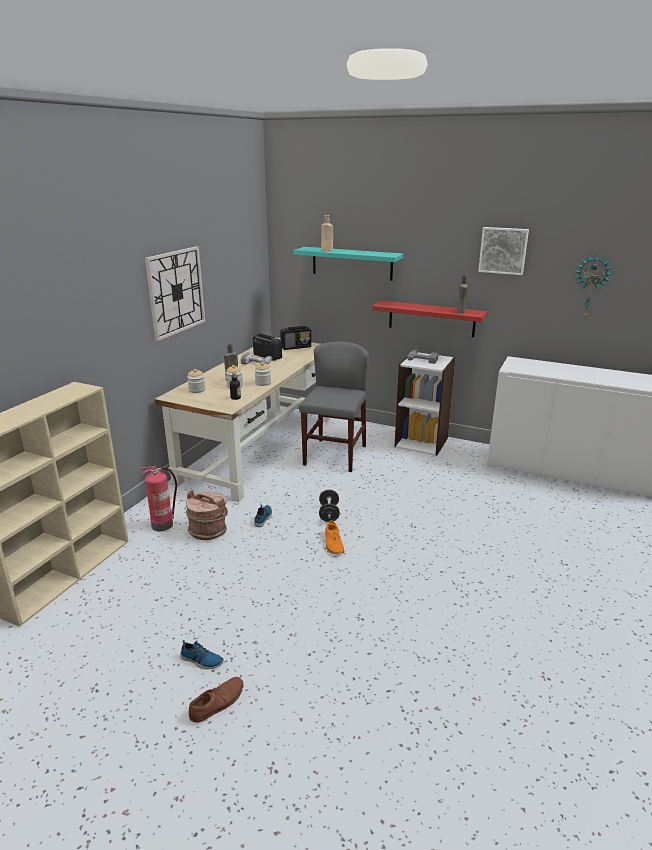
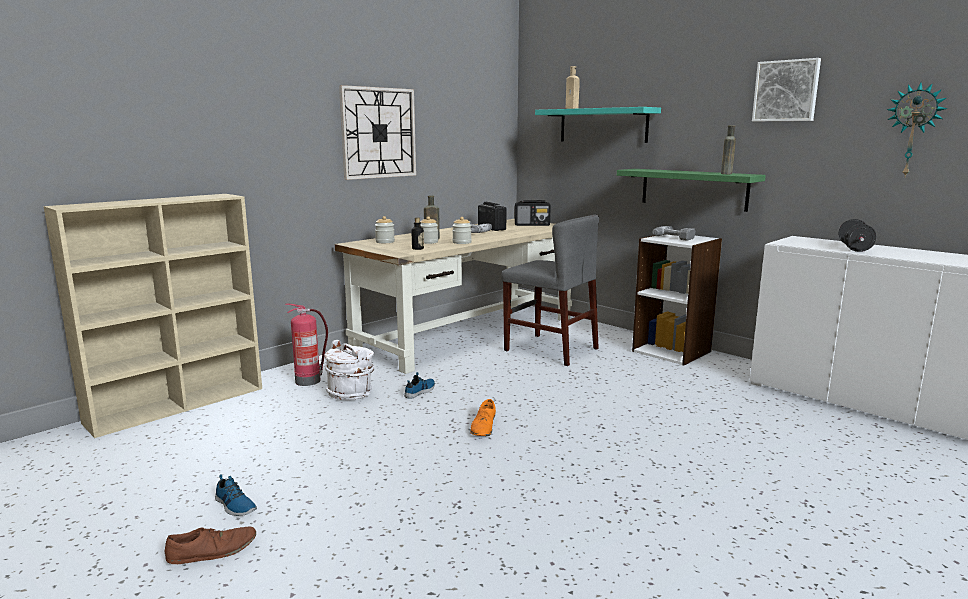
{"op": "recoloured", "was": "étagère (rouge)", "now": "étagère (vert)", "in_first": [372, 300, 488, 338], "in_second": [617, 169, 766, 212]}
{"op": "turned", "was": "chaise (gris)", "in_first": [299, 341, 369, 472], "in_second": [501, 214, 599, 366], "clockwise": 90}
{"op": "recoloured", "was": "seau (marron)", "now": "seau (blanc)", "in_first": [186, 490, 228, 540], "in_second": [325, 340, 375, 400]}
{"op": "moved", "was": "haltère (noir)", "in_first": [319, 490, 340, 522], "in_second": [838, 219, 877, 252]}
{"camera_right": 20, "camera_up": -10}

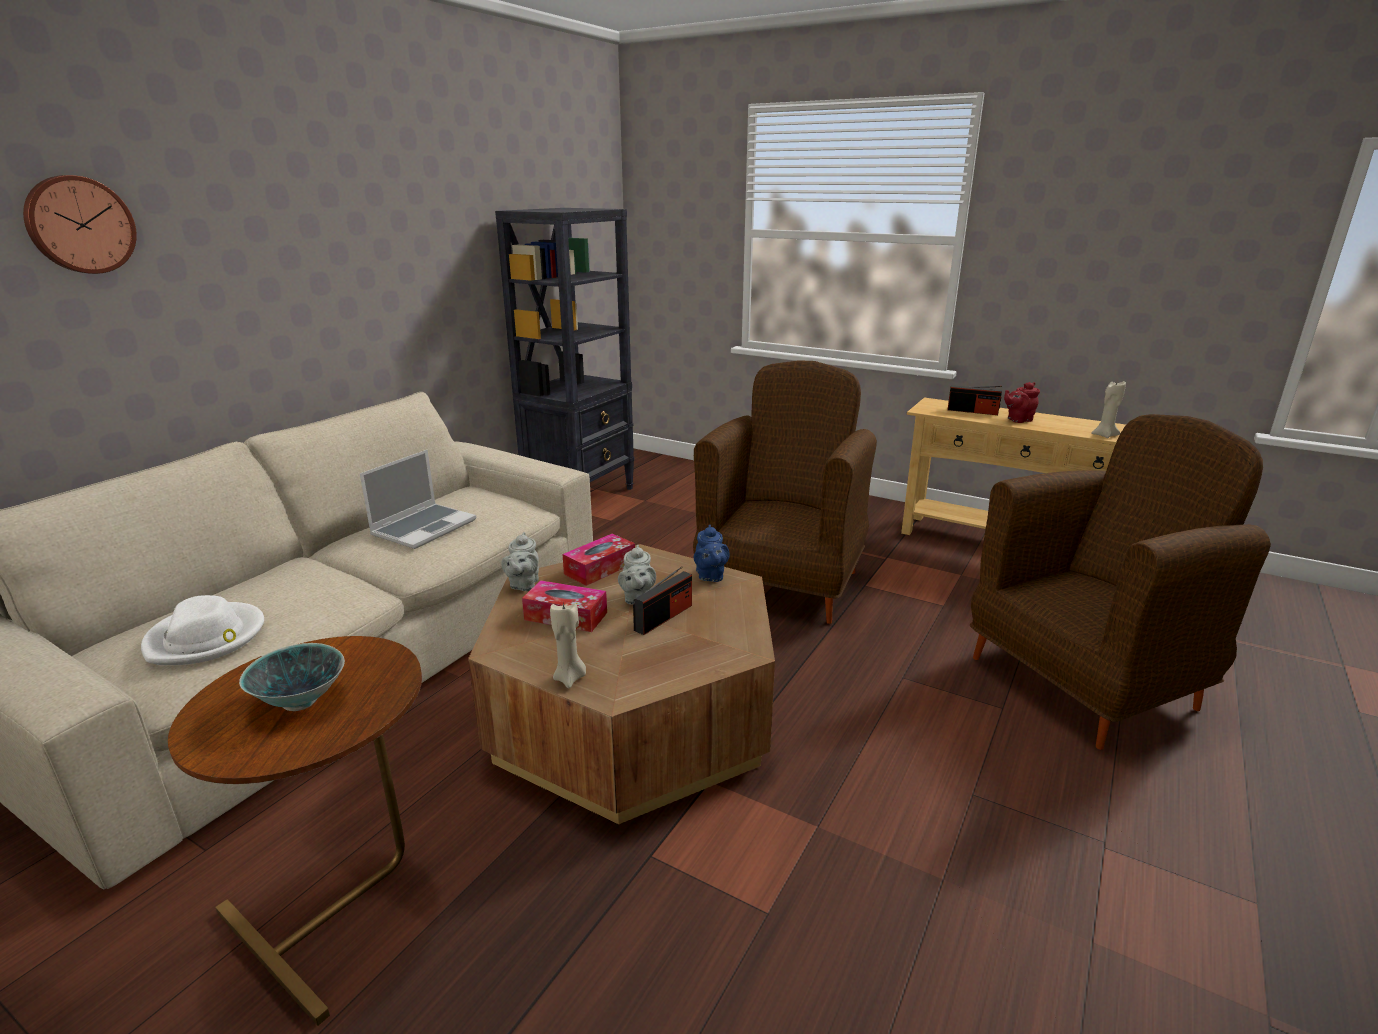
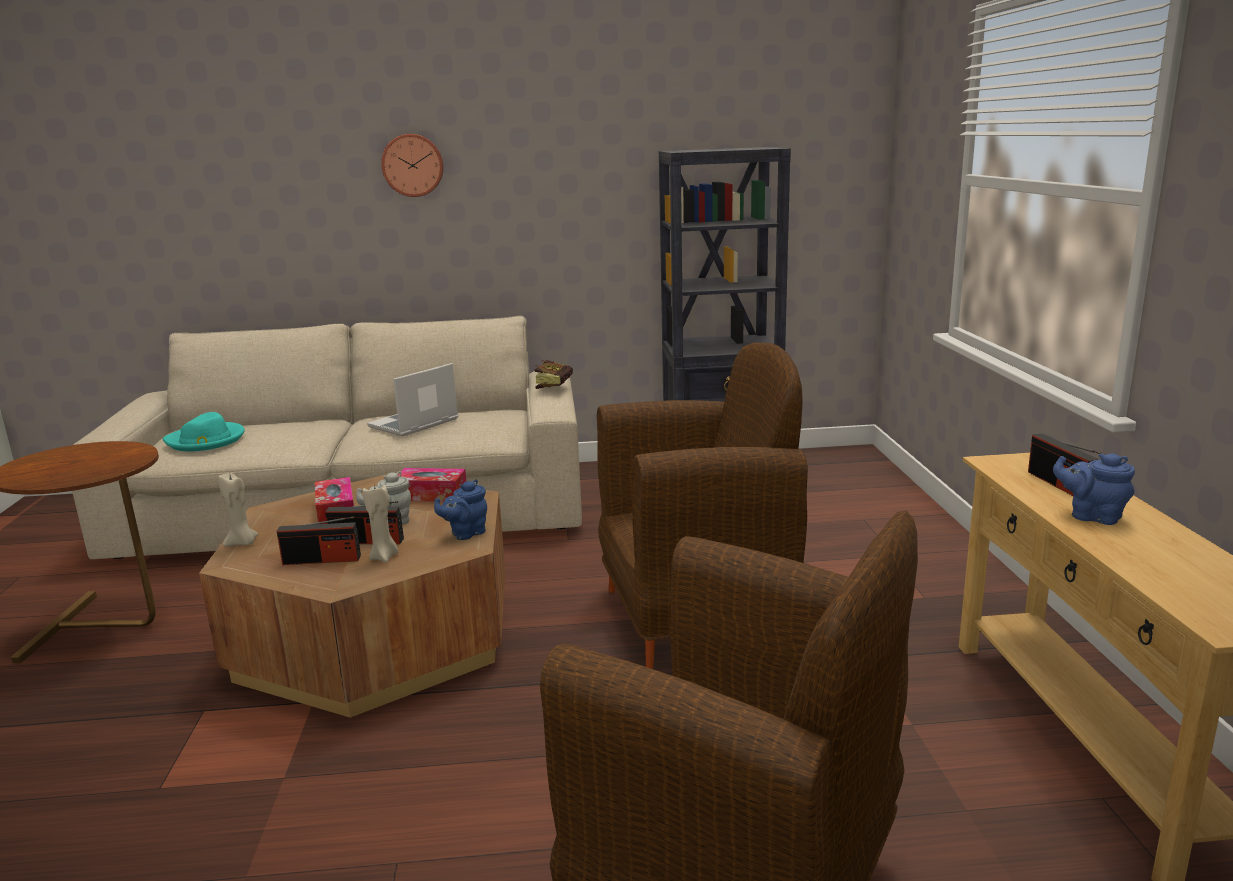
{"op": "moved", "was": "horloge murale", "in_first": [23, 175, 137, 274], "in_second": [381, 134, 444, 197]}
{"op": "moved", "was": "bougie (beige)", "in_first": [1091, 381, 1126, 438], "in_second": [363, 485, 398, 563]}
{"op": "recoloured", "was": "théière (rouge)", "now": "théière (bleu)", "in_first": [1004, 382, 1040, 423], "in_second": [1053, 453, 1135, 525]}
{"op": "turned", "was": "ordinateur portable", "in_first": [360, 450, 476, 549], "in_second": [367, 363, 458, 437], "clockwise": 135}
{"op": "removed", "was": "théière (gris)", "in_first": [501, 532, 539, 591]}
{"op": "recoloured", "was": "chapeau (blanc)", "now": "chapeau (turquoise)", "in_first": [141, 595, 264, 665], "in_second": [163, 412, 245, 451]}
{"op": "removed", "was": "bol", "in_first": [239, 643, 345, 711]}
{"op": "added", "now": "livre", "in_second": [535, 360, 573, 389]}
{"op": "added", "now": "radio", "in_second": [277, 516, 361, 565]}
{"camera_right": 55, "camera_up": -5}

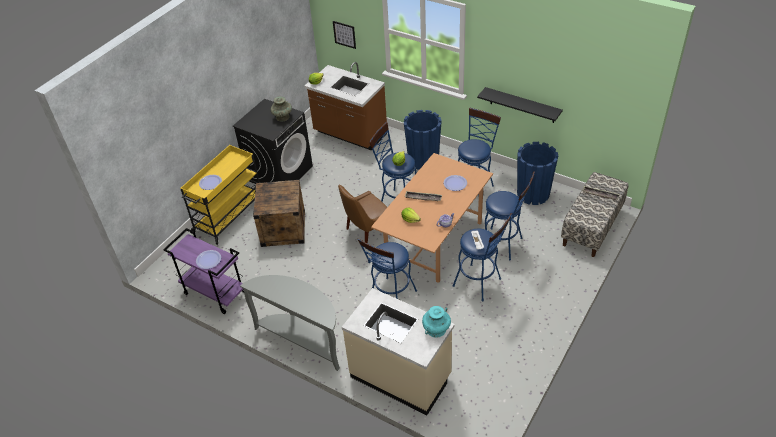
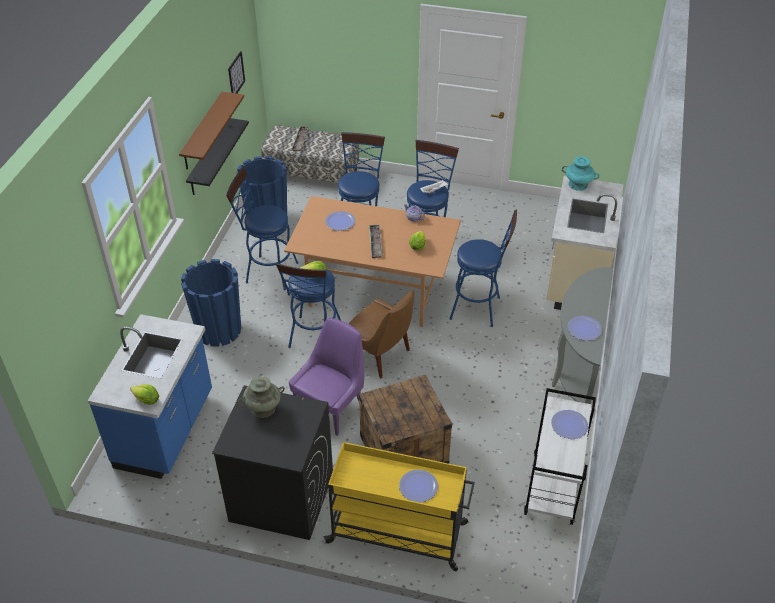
{"op": "moved", "was": "tableau", "in_first": [333, 21, 356, 49], "in_second": [228, 51, 245, 94]}
{"op": "recoloured", "was": "comptoir de cuisine (marron)", "now": "comptoir de cuisine (bleu)", "in_first": [305, 62, 387, 150], "in_second": [88, 314, 212, 479]}
{"op": "recoloured", "was": "chariot (violet)", "now": "chariot (blanc)", "in_first": [163, 228, 244, 314], "in_second": [524, 388, 596, 525]}
{"op": "added", "now": "étagère (marron)", "in_second": [179, 92, 244, 169]}
{"op": "added", "now": "assiette", "in_second": [568, 316, 602, 341]}
{"op": "added", "now": "chaise (violet)", "in_second": [289, 318, 364, 436]}
{"camera_right": -110, "camera_up": 0}

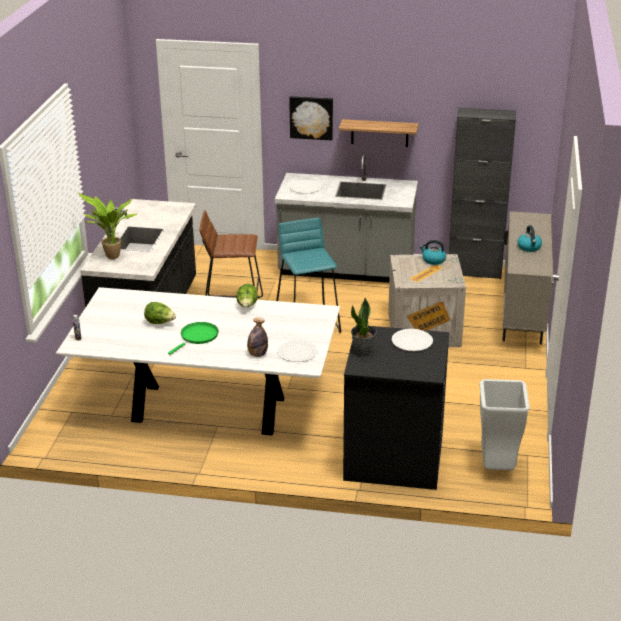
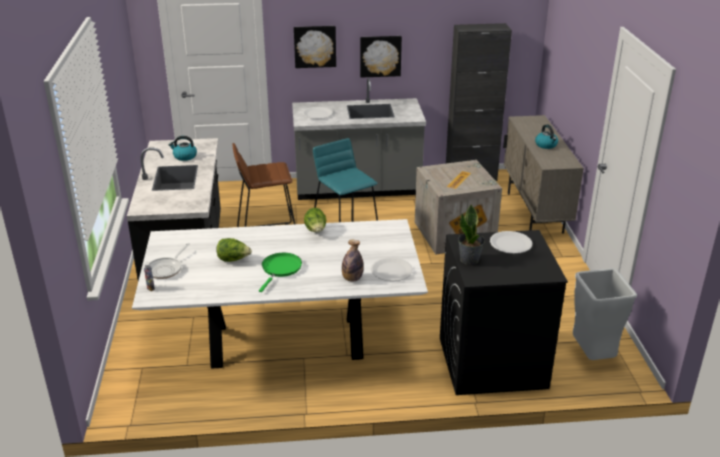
{"op": "replaced", "was": "étagère", "now": "tableau", "in_first": [339, 119, 418, 147], "in_second": [360, 36, 402, 78]}
{"op": "removed", "was": "plante en pot", "in_first": [78, 192, 138, 259]}
{"op": "moved", "was": "bouilloire", "in_first": [420, 240, 446, 265], "in_second": [169, 136, 197, 161]}
{"op": "added", "now": "poêle", "in_second": [149, 243, 190, 279]}
{"camera_right": -15, "camera_up": 0}

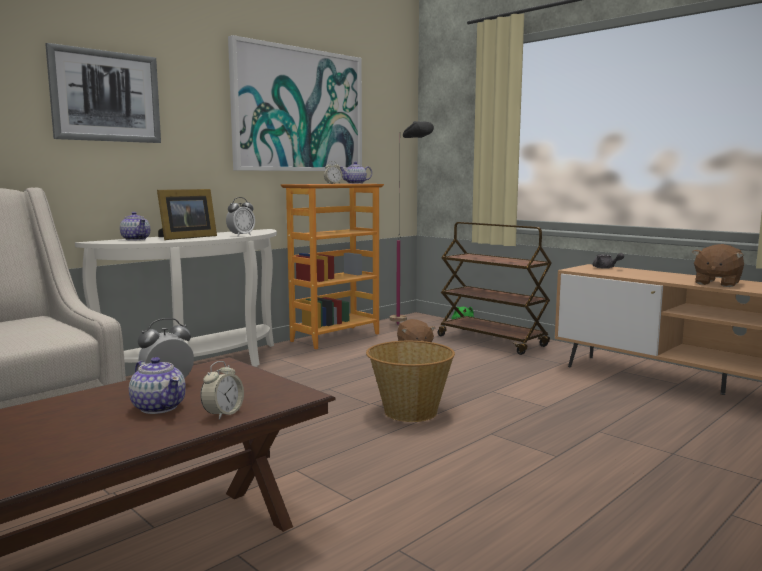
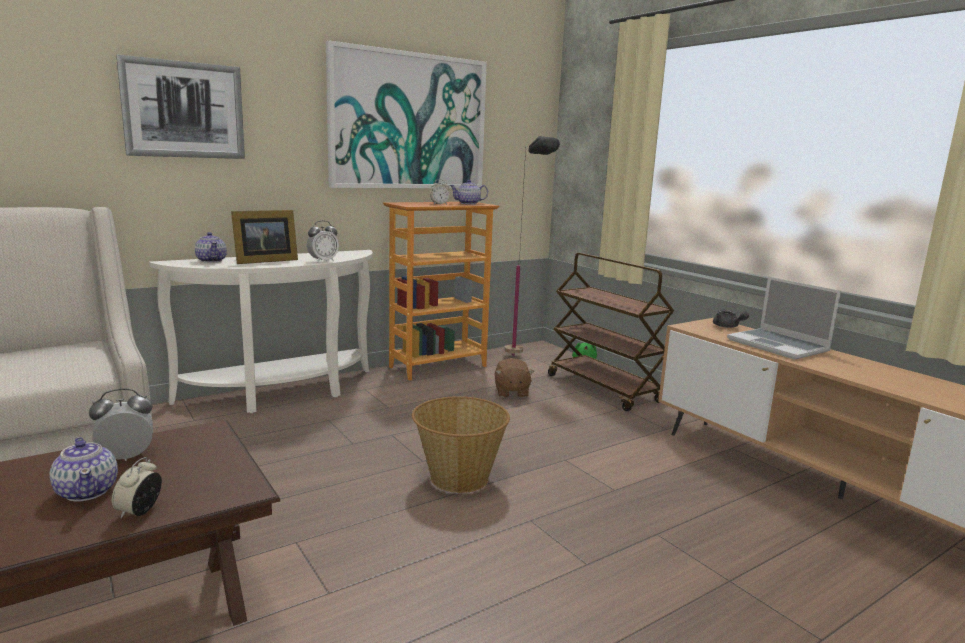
{"op": "removed", "was": "peluche (marron)", "in_first": [693, 244, 744, 287]}
{"op": "turned", "was": "réveil", "in_first": [200, 361, 244, 420], "in_second": [112, 457, 162, 518], "clockwise": 150}
{"op": "added", "now": "ordinateur portable", "in_second": [727, 277, 841, 360]}
{"camera_right": 10, "camera_up": 5}

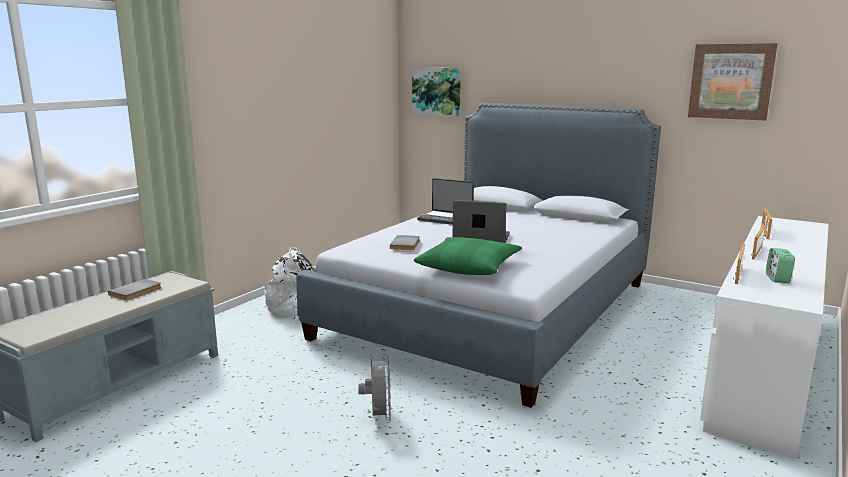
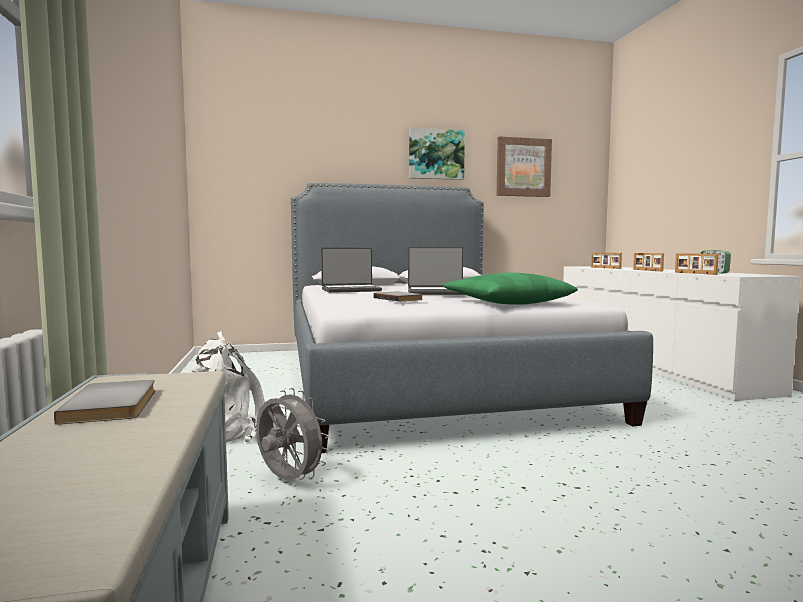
{"op": "moved", "was": "tableau", "in_first": [412, 68, 461, 116], "in_second": [409, 127, 465, 180]}
{"op": "turned", "was": "ordinateur portable", "in_first": [453, 200, 510, 243], "in_second": [408, 247, 465, 295], "clockwise": -150}
{"op": "moved", "was": "ventilateur (gris)", "in_first": [358, 353, 391, 423], "in_second": [256, 388, 329, 481]}
{"camera_right": -45, "camera_up": -10}

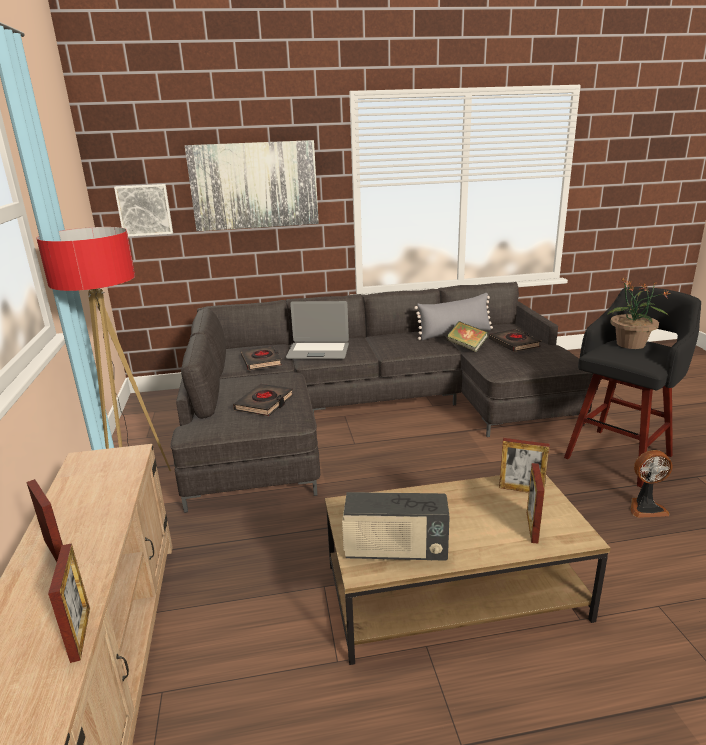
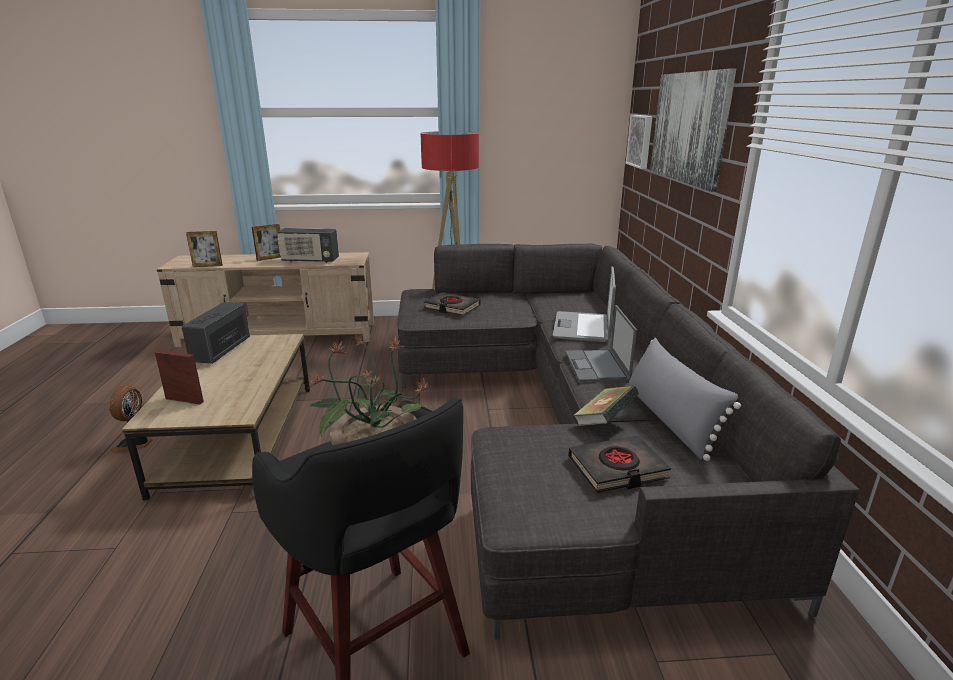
{"op": "removed", "was": "livre (noir)", "in_first": [241, 346, 282, 370]}
{"op": "removed", "was": "cadre photo", "in_first": [499, 438, 550, 493]}
{"op": "moved", "was": "ventilateur", "in_first": [630, 450, 673, 518], "in_second": [109, 385, 153, 453]}
{"op": "added", "now": "radio", "in_second": [277, 228, 339, 263]}
{"op": "added", "now": "ordinateur portable", "in_second": [565, 305, 637, 382]}
{"camera_right": 95, "camera_up": 0}

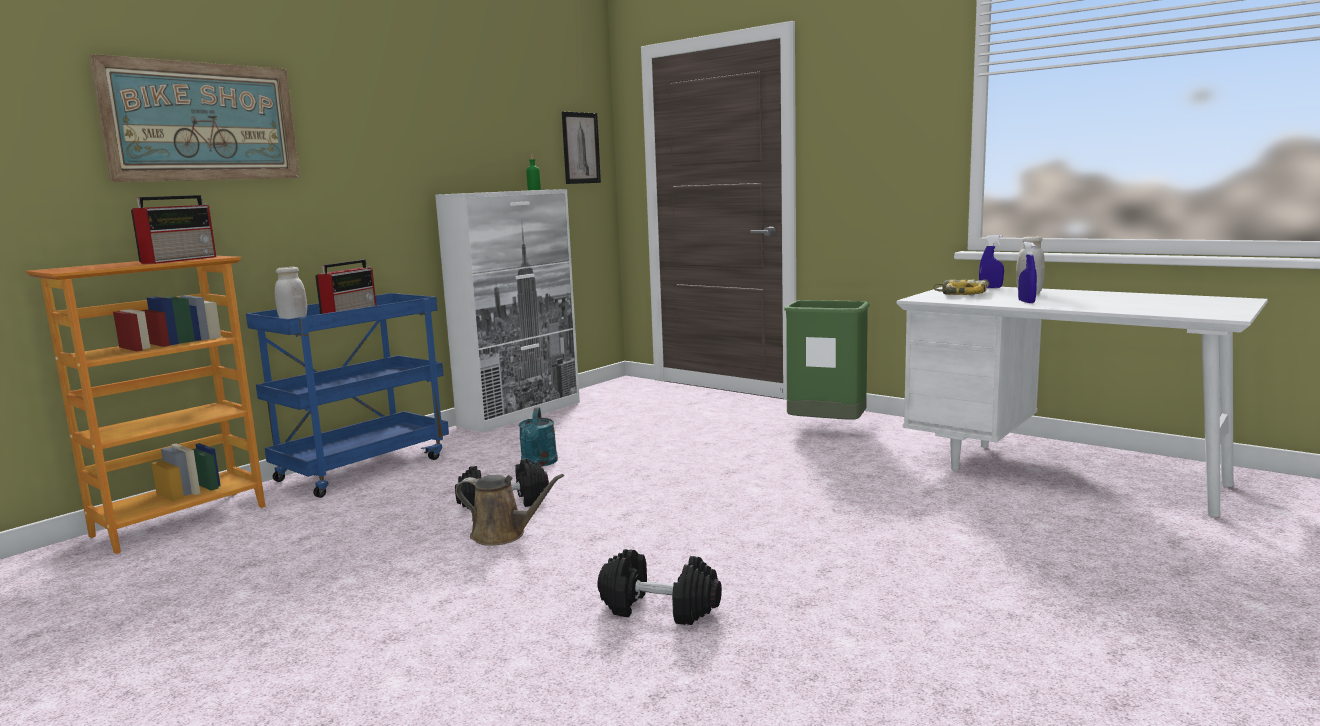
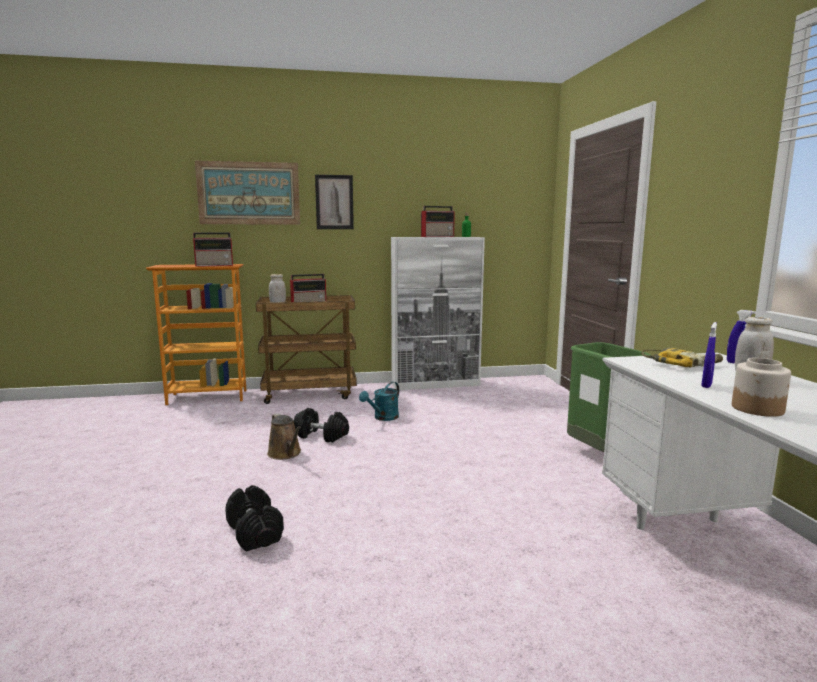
{"op": "moved", "was": "tableau", "in_first": [562, 112, 601, 184], "in_second": [315, 175, 354, 229]}
{"op": "recoloured", "was": "chariot (bleu)", "now": "chariot (marron)", "in_first": [246, 293, 449, 498], "in_second": [256, 295, 357, 404]}
{"op": "added", "now": "radio", "in_second": [421, 206, 455, 237]}
{"op": "added", "now": "bocal", "in_second": [732, 358, 791, 417]}
{"camera_right": 40, "camera_up": 0}

